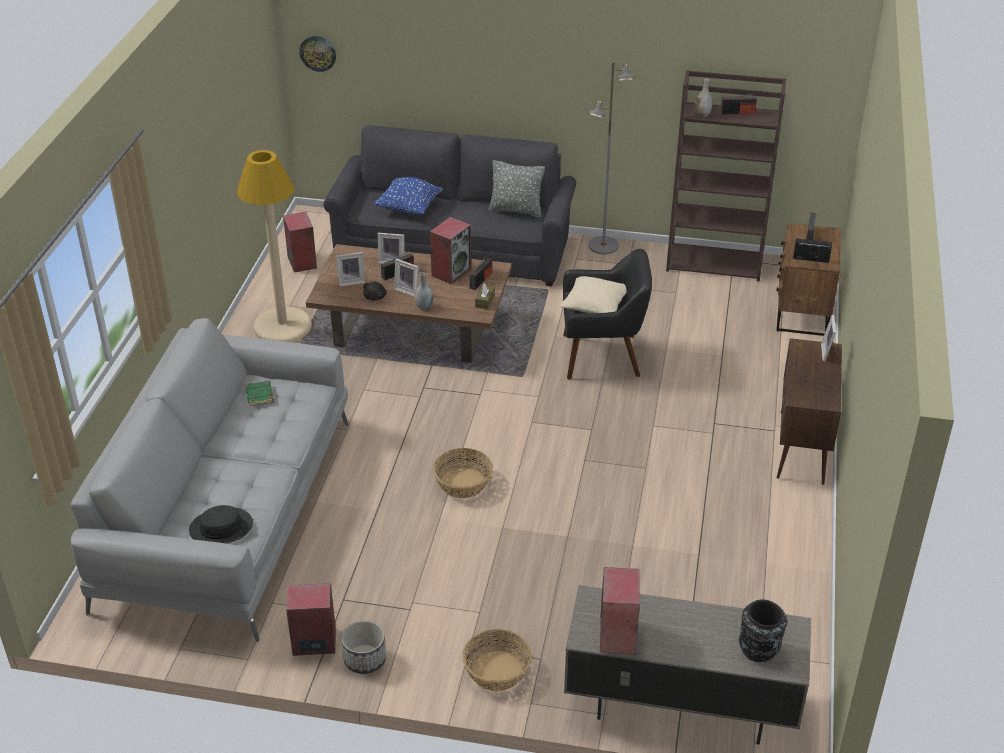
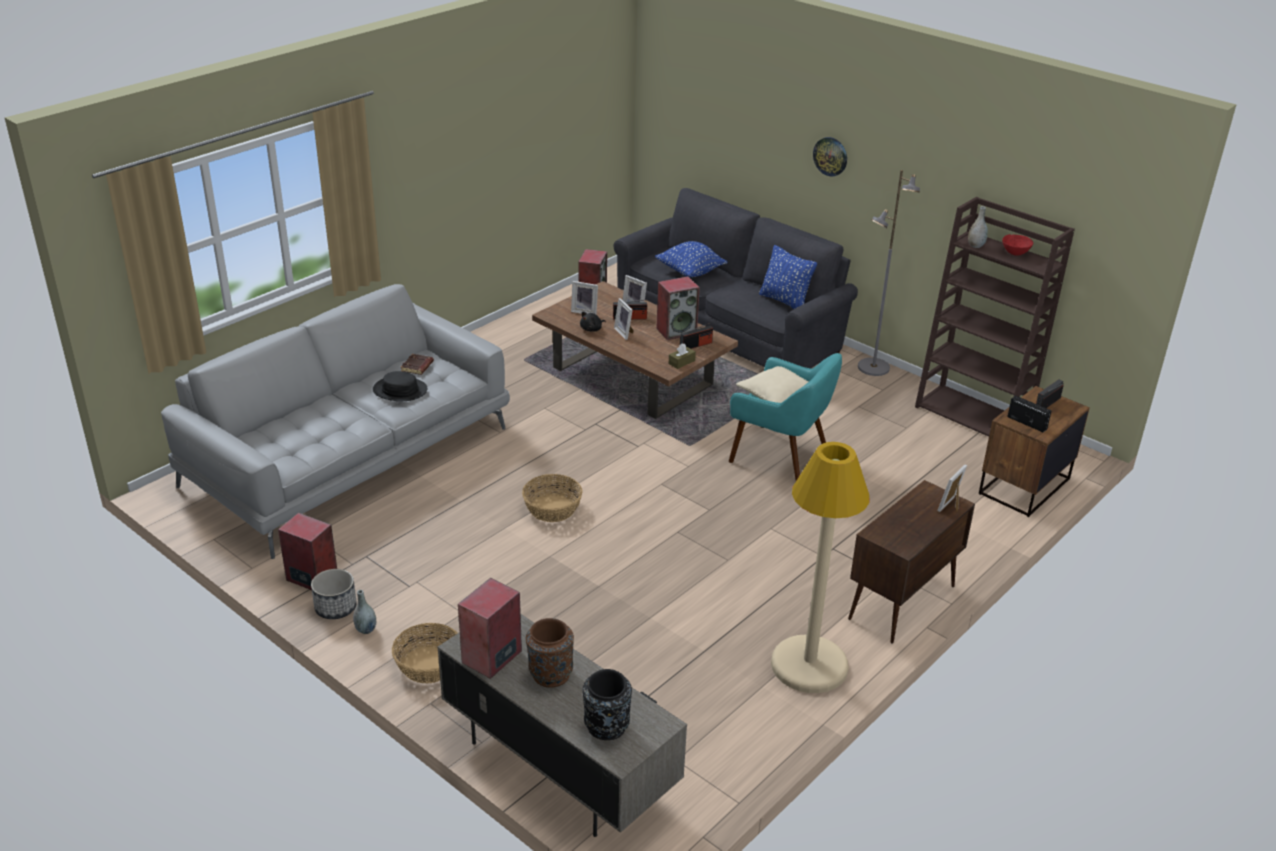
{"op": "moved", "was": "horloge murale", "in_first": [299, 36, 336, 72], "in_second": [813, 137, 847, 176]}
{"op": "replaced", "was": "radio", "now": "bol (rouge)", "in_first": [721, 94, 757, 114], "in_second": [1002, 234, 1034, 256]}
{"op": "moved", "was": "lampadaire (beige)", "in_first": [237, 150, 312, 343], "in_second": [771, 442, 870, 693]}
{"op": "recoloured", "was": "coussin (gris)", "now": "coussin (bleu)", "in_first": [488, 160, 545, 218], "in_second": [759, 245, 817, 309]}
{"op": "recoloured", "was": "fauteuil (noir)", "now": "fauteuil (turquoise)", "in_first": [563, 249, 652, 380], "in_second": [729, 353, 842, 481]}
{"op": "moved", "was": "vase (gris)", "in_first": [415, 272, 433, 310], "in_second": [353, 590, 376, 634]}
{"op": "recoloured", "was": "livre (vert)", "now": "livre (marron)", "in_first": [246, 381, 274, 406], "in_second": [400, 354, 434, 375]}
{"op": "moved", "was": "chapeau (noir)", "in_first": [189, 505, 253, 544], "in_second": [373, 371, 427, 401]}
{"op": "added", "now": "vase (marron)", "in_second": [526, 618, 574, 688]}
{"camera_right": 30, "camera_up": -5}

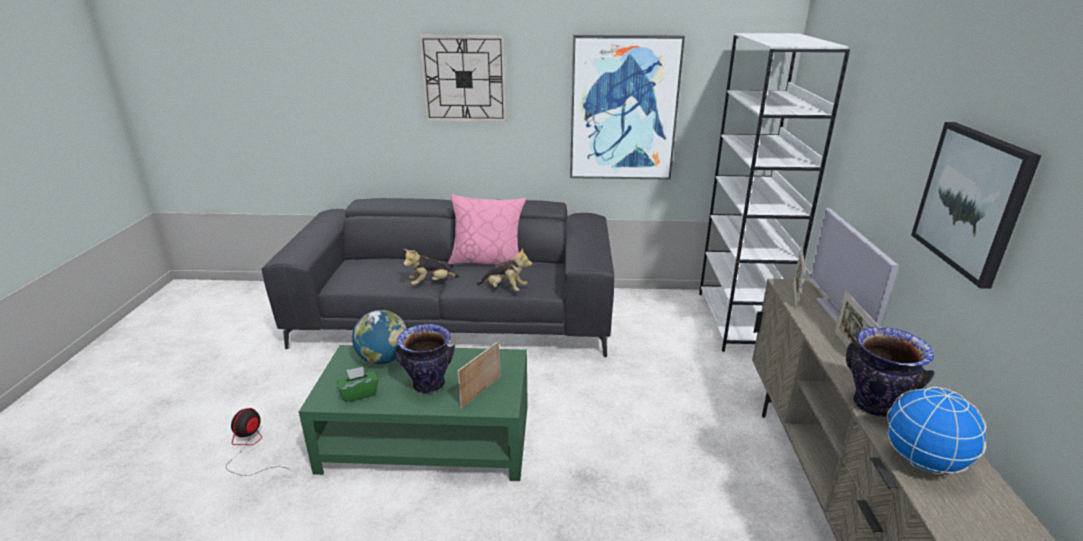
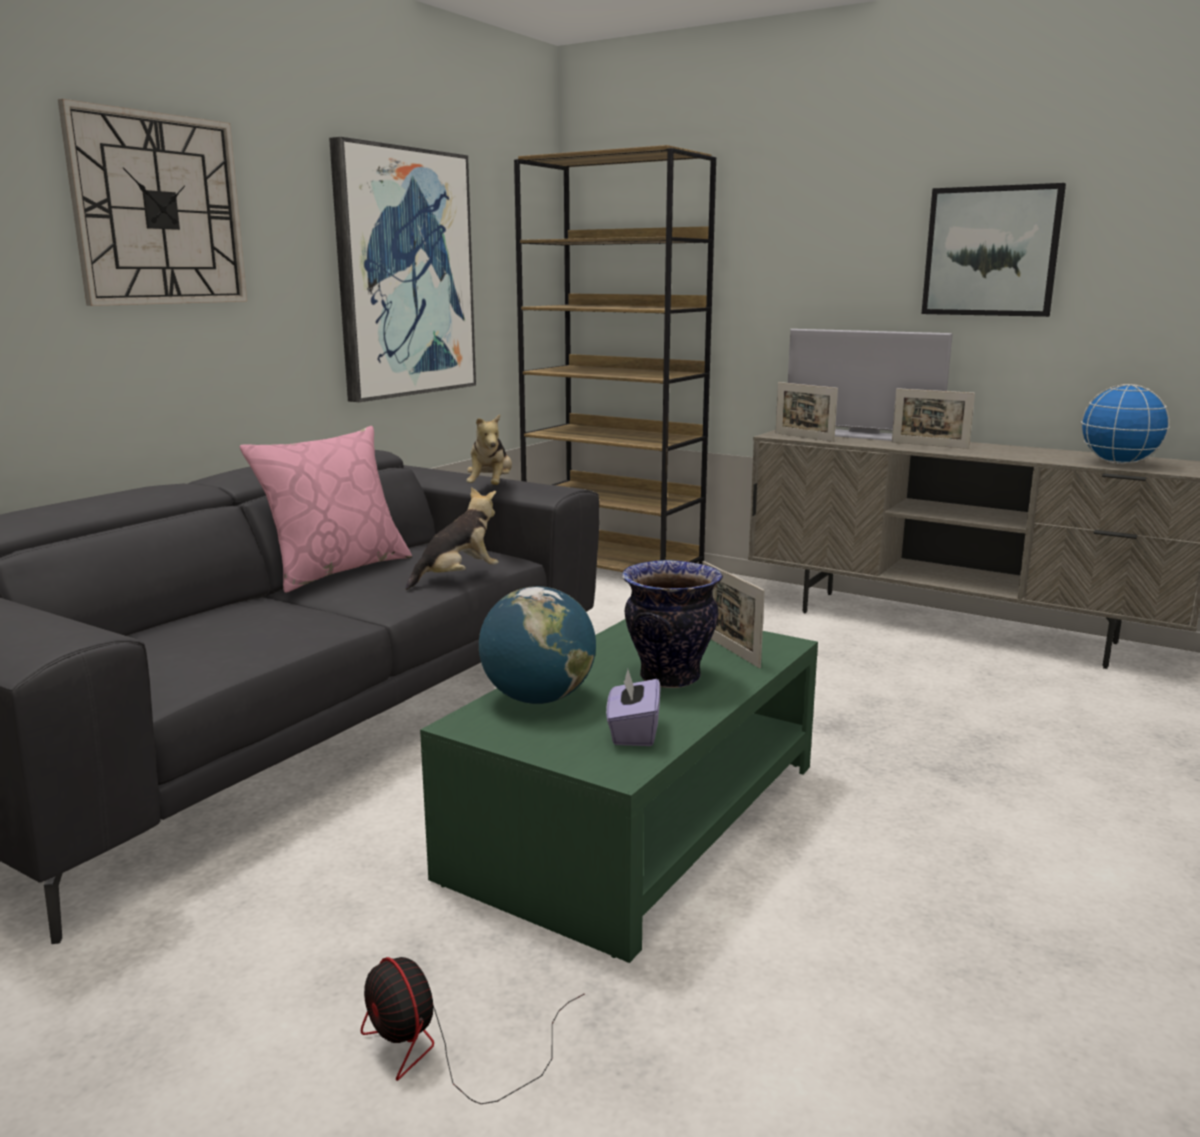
{"op": "recoloured", "was": "bibliothèque (blanc)", "now": "bibliothèque (marron)", "in_first": [699, 33, 850, 352], "in_second": [514, 145, 716, 572]}
{"op": "moved", "was": "peluche", "in_first": [403, 249, 459, 285], "in_second": [466, 414, 512, 485]}
{"op": "removed", "was": "vase", "in_first": [846, 327, 935, 417]}
{"op": "recoloured", "was": "boîte à mouchoirs (vert)", "now": "boîte à mouchoirs (violet)", "in_first": [337, 367, 378, 402], "in_second": [606, 669, 660, 746]}
{"camera_right": -60, "camera_up": -10}

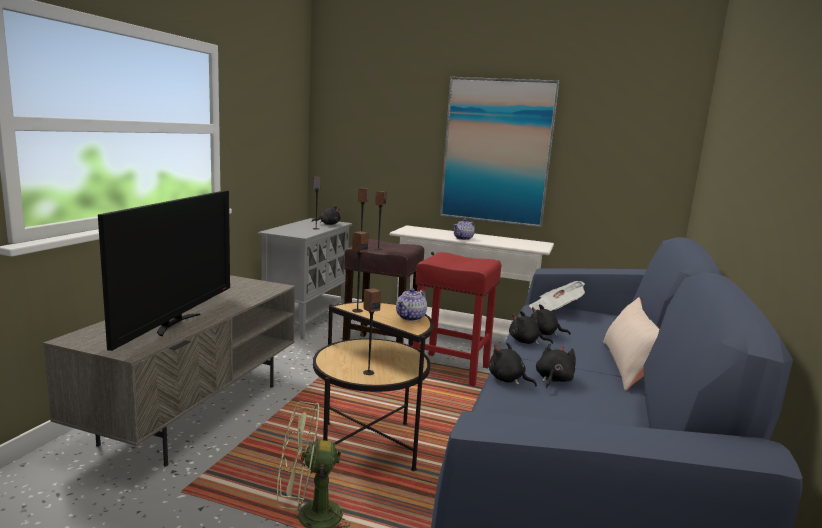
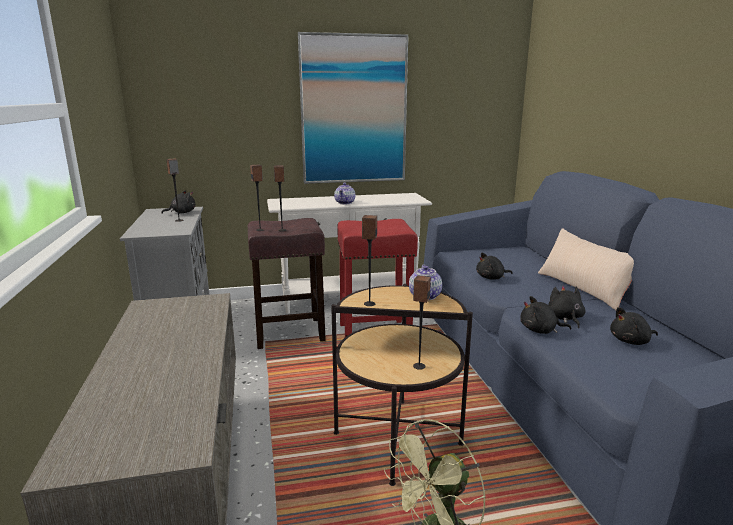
{"op": "removed", "was": "téléviseur", "in_first": [98, 190, 230, 351]}
{"op": "removed", "was": "journal", "in_first": [529, 281, 585, 311]}
{"op": "moved", "was": "peluche (noir)", "in_first": [509, 311, 553, 345], "in_second": [610, 307, 658, 345]}
{"camera_right": -30, "camera_up": 5}

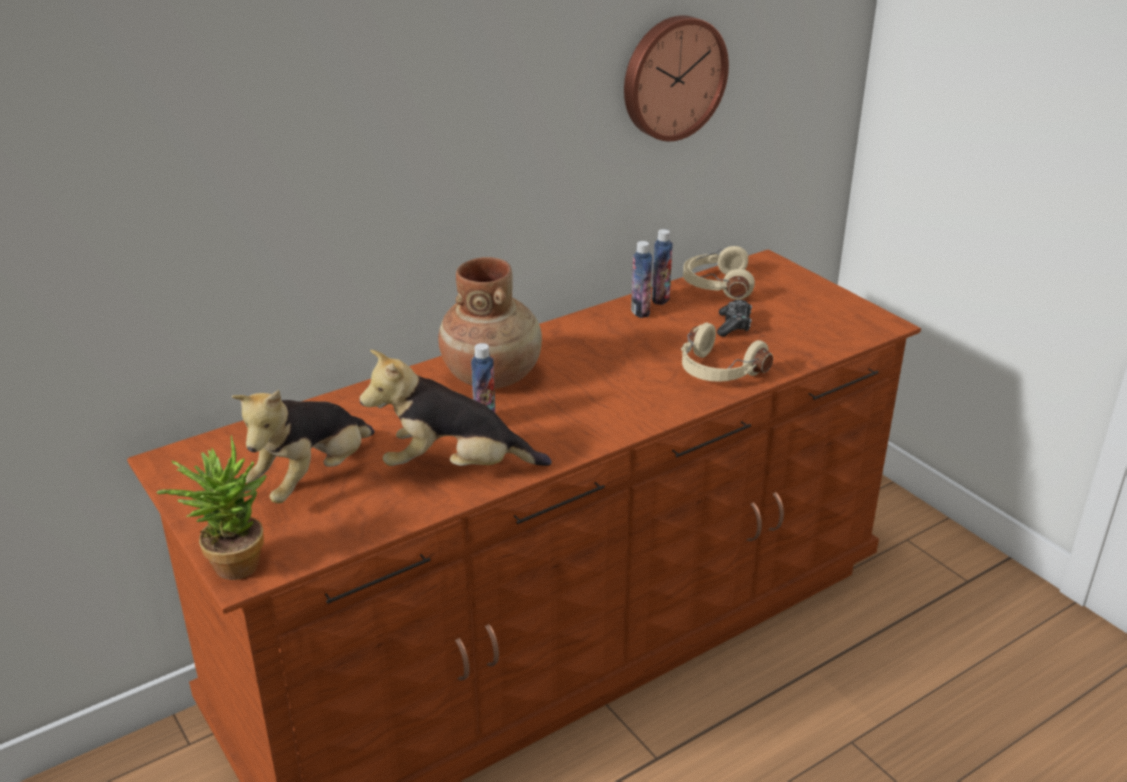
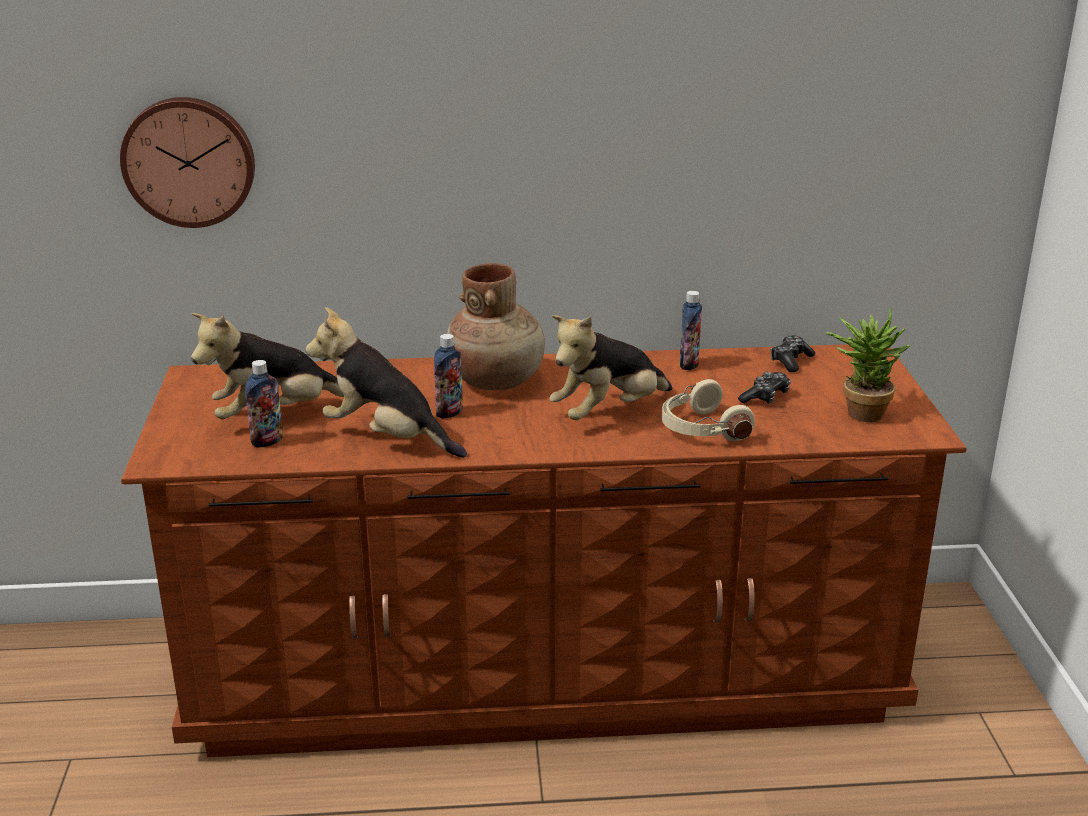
{"op": "moved", "was": "horloge murale", "in_first": [624, 15, 729, 141], "in_second": [120, 97, 255, 228]}
{"op": "moved", "was": "bouteille", "in_first": [652, 229, 673, 305], "in_second": [245, 360, 283, 448]}
{"op": "replaced", "was": "casque audio (beige)", "now": "manette", "in_first": [683, 246, 755, 300], "in_second": [770, 335, 815, 372]}
{"op": "moved", "was": "plante en pot", "in_first": [156, 435, 267, 580], "in_second": [826, 308, 910, 422]}
{"op": "added", "now": "peluche", "in_second": [549, 315, 672, 420]}
{"camera_right": 30, "camera_up": -5}

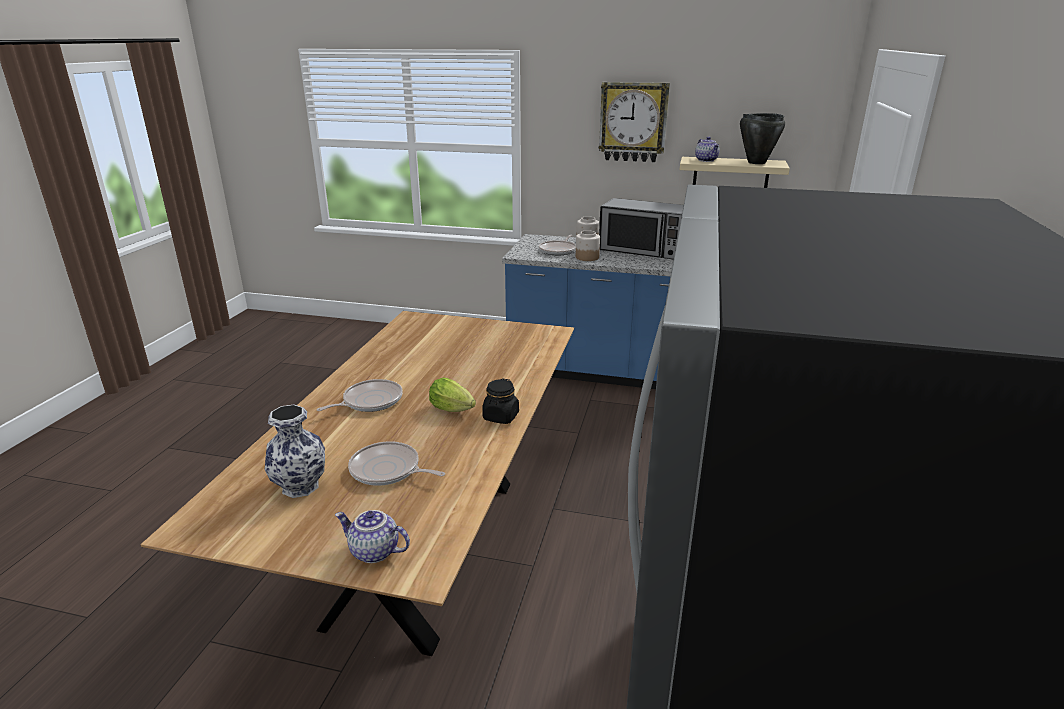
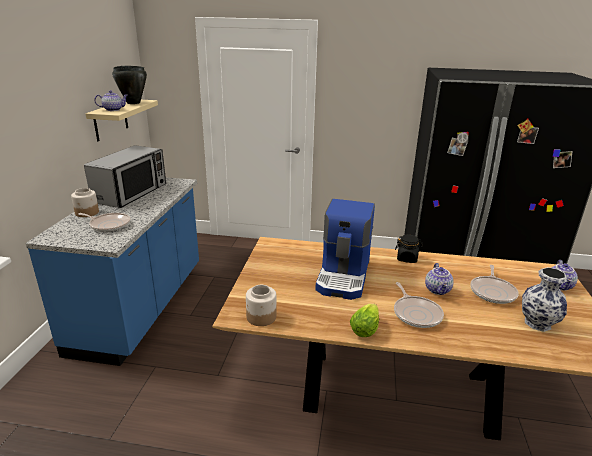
{"op": "removed", "was": "horloge murale", "in_first": [599, 82, 670, 162]}
{"op": "moved", "was": "bocal", "in_first": [576, 230, 600, 261], "in_second": [246, 285, 276, 326]}
{"op": "moved", "was": "laitue", "in_first": [429, 378, 476, 412], "in_second": [350, 304, 379, 337]}
{"op": "turned", "was": "poêle", "in_first": [316, 379, 403, 412], "in_second": [394, 282, 444, 328], "clockwise": -150}
{"op": "added", "now": "machine à café", "in_second": [315, 199, 375, 300]}
{"op": "added", "now": "théière", "in_second": [425, 263, 454, 295]}
{"camera_right": -95, "camera_up": 0}

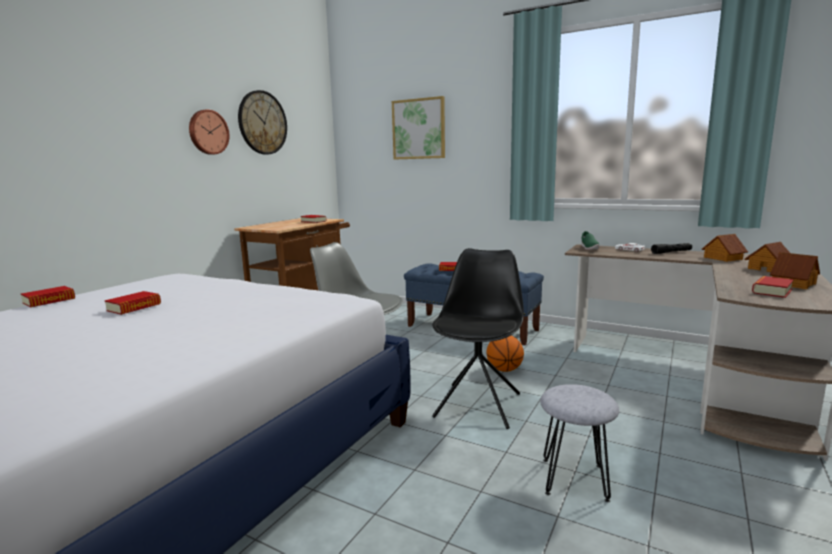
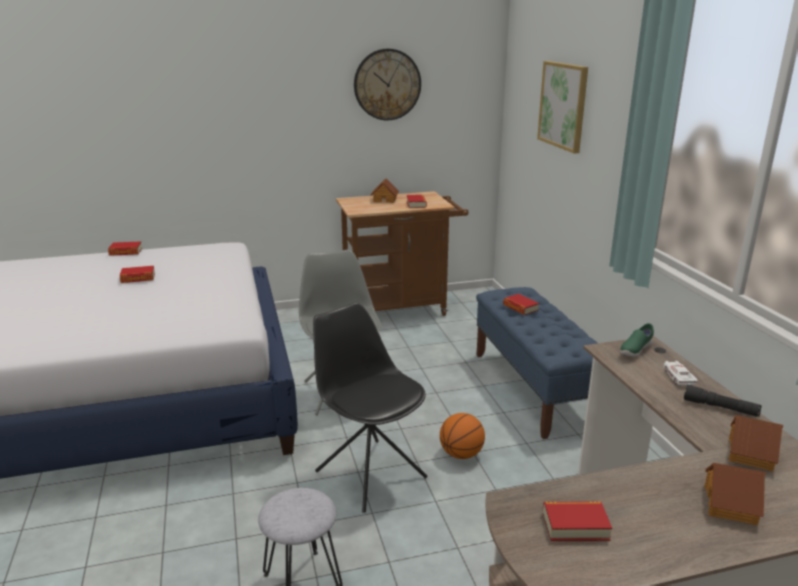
{"op": "removed", "was": "horloge murale", "in_first": [189, 109, 230, 155]}
{"op": "turned", "was": "chaise (noir)", "in_first": [432, 248, 524, 429], "in_second": [313, 303, 427, 513], "clockwise": -105}
{"op": "moved", "was": "maison miniature", "in_first": [770, 252, 820, 289], "in_second": [370, 178, 399, 203]}
{"camera_right": 45, "camera_up": 10}

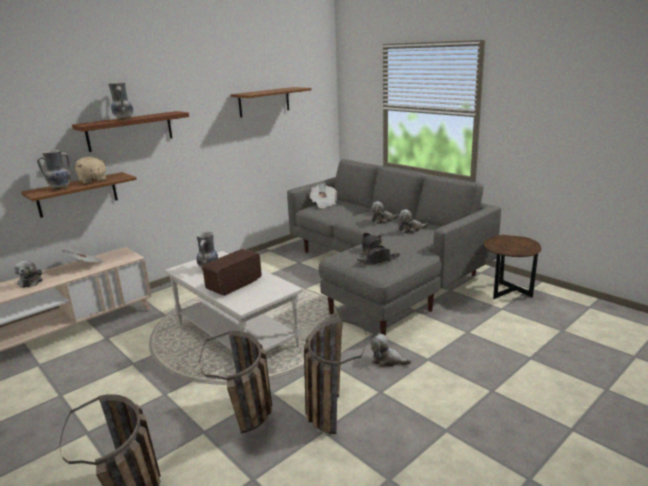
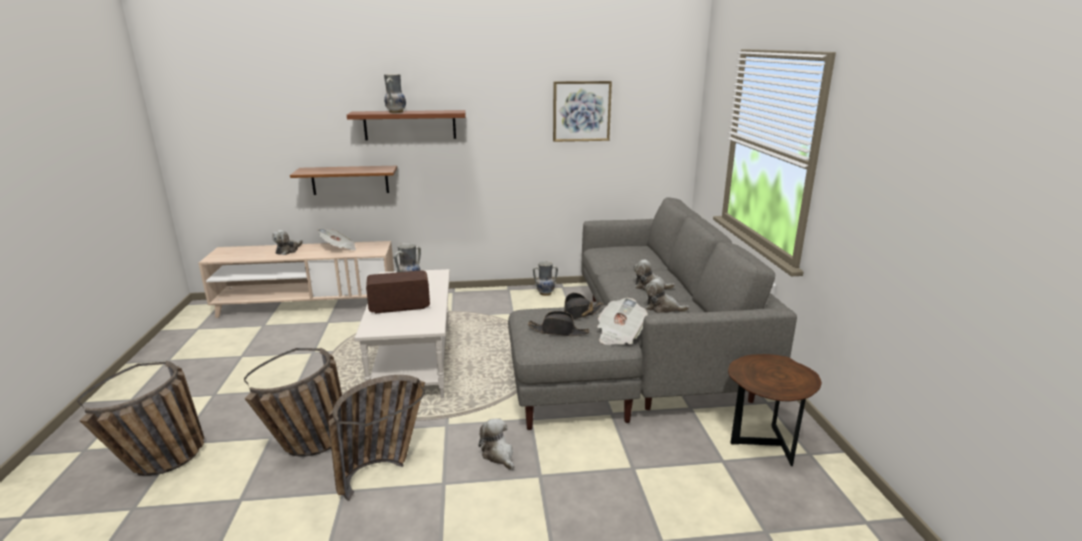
{"op": "replaced", "was": "étagère", "now": "tableau", "in_first": [230, 87, 311, 118], "in_second": [553, 81, 612, 142]}
{"op": "moved", "was": "vase", "in_first": [37, 150, 71, 190], "in_second": [533, 261, 558, 296]}
{"op": "removed", "was": "peluche (beige)", "in_first": [75, 157, 106, 184]}
{"op": "moved", "was": "journal", "in_first": [309, 184, 337, 208], "in_second": [597, 298, 648, 345]}
{"camera_right": 35, "camera_up": 0}

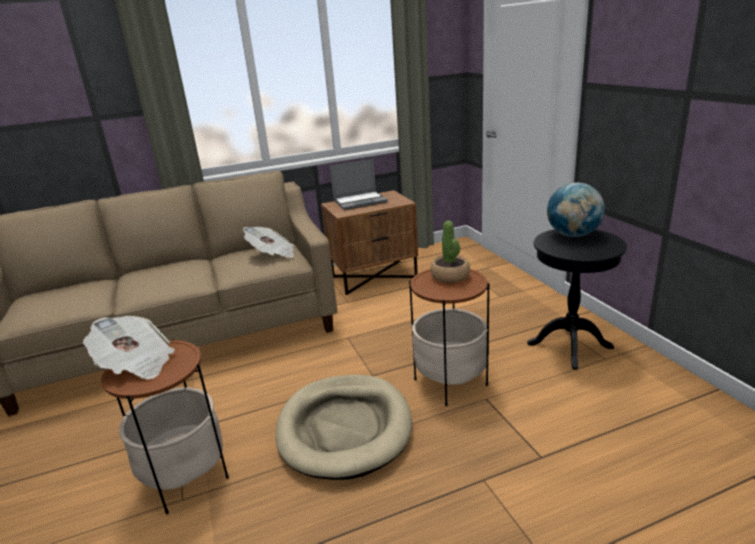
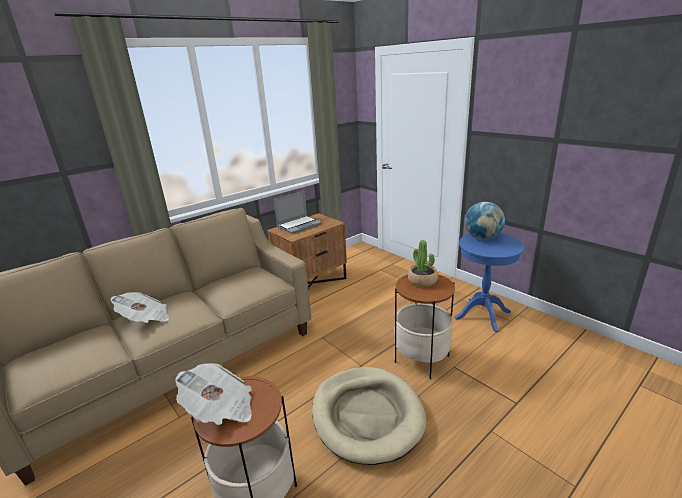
{"op": "moved", "was": "journal", "in_first": [243, 227, 294, 258], "in_second": [110, 292, 169, 323]}
{"op": "recoloured", "was": "table d'appoint (noir)", "now": "table d'appoint (bleu)", "in_first": [527, 229, 627, 370], "in_second": [455, 234, 524, 332]}
{"camera_right": -20, "camera_up": 0}

